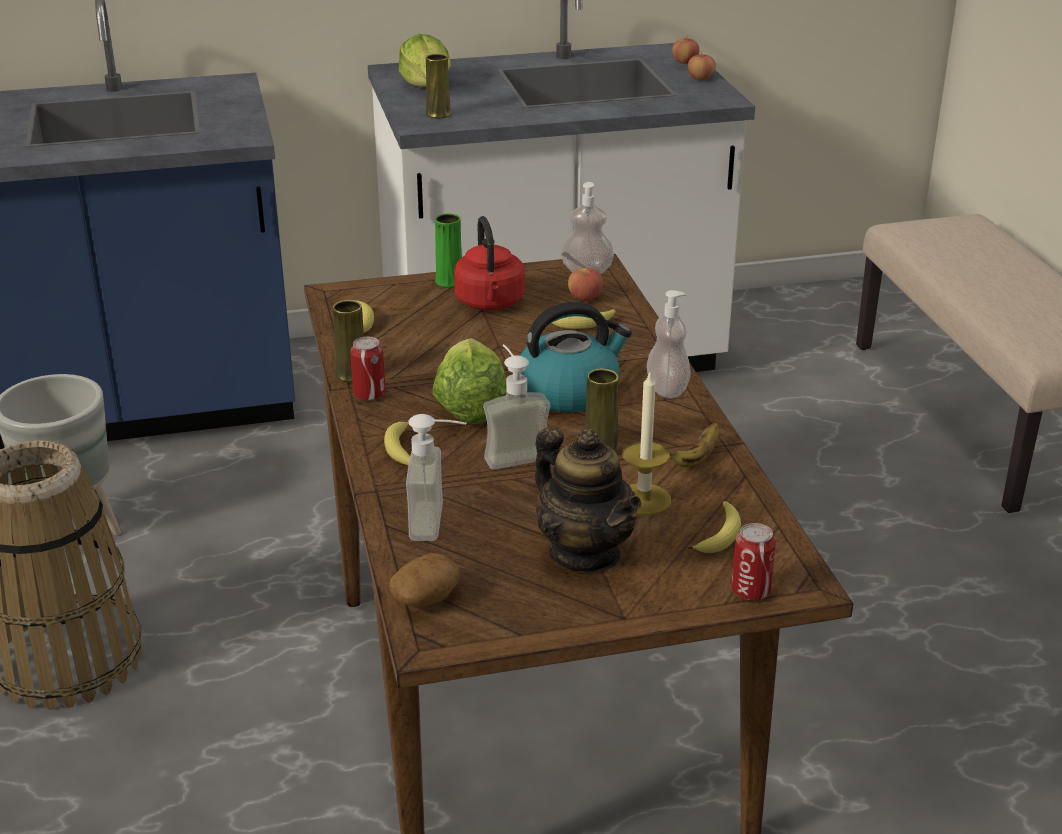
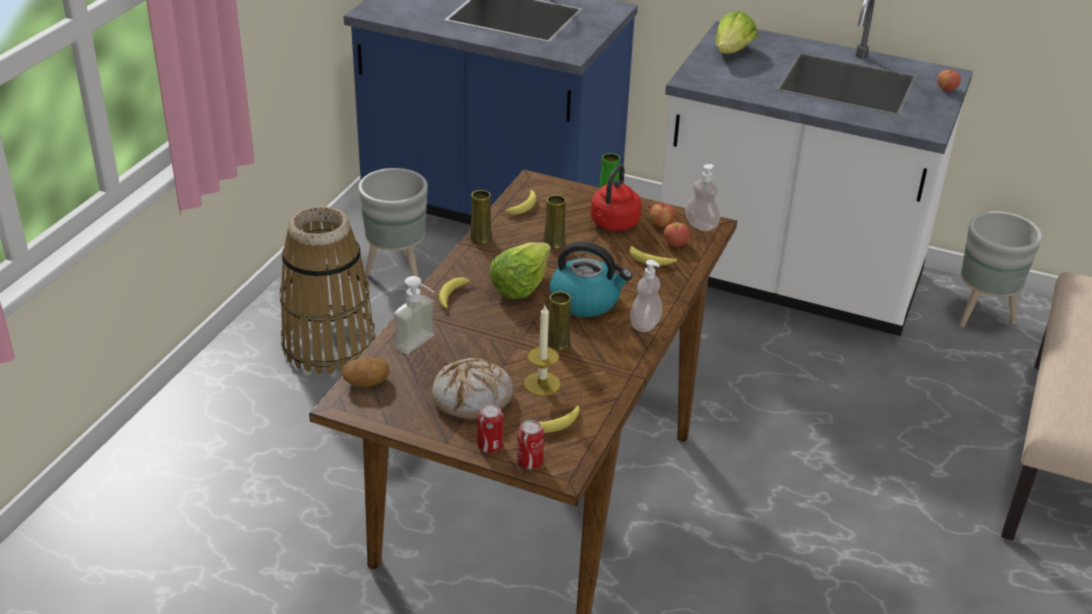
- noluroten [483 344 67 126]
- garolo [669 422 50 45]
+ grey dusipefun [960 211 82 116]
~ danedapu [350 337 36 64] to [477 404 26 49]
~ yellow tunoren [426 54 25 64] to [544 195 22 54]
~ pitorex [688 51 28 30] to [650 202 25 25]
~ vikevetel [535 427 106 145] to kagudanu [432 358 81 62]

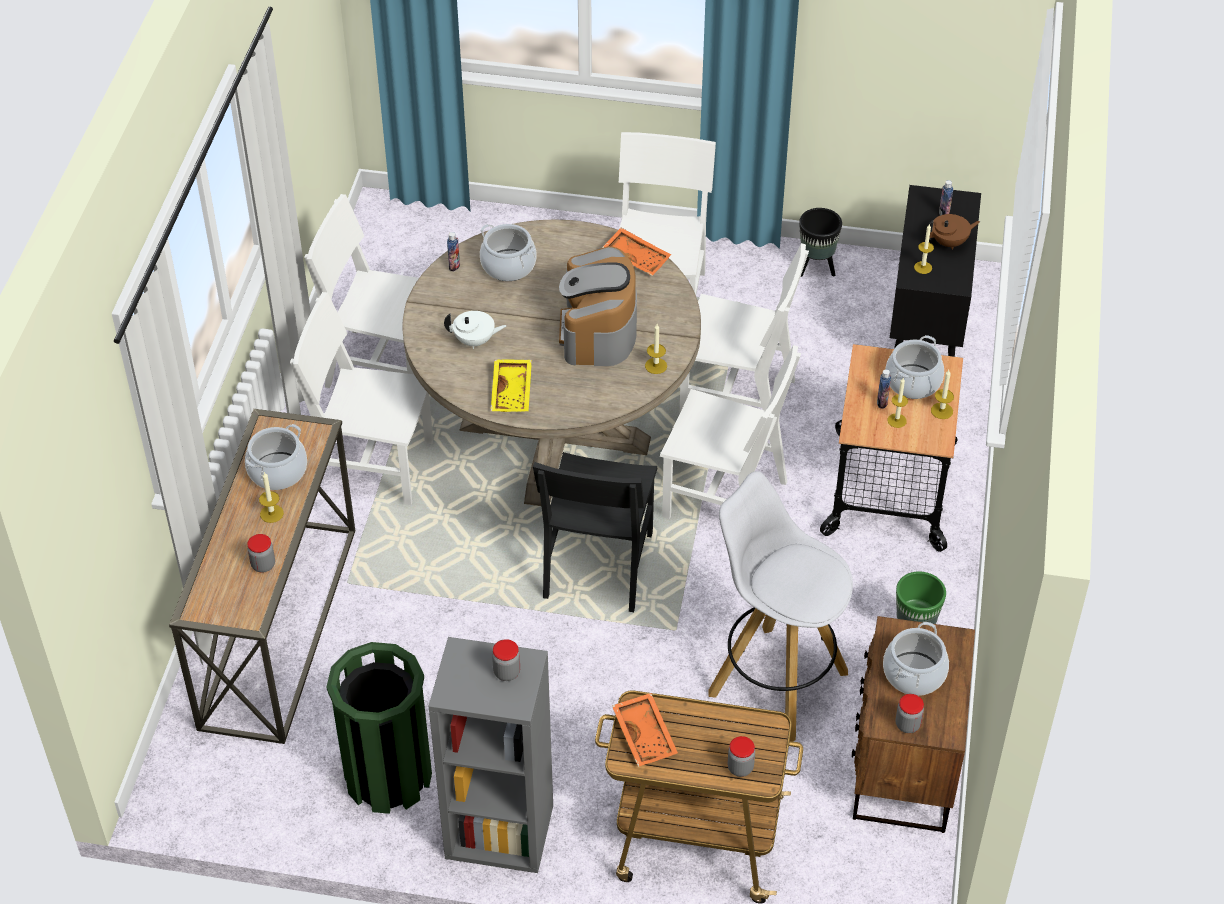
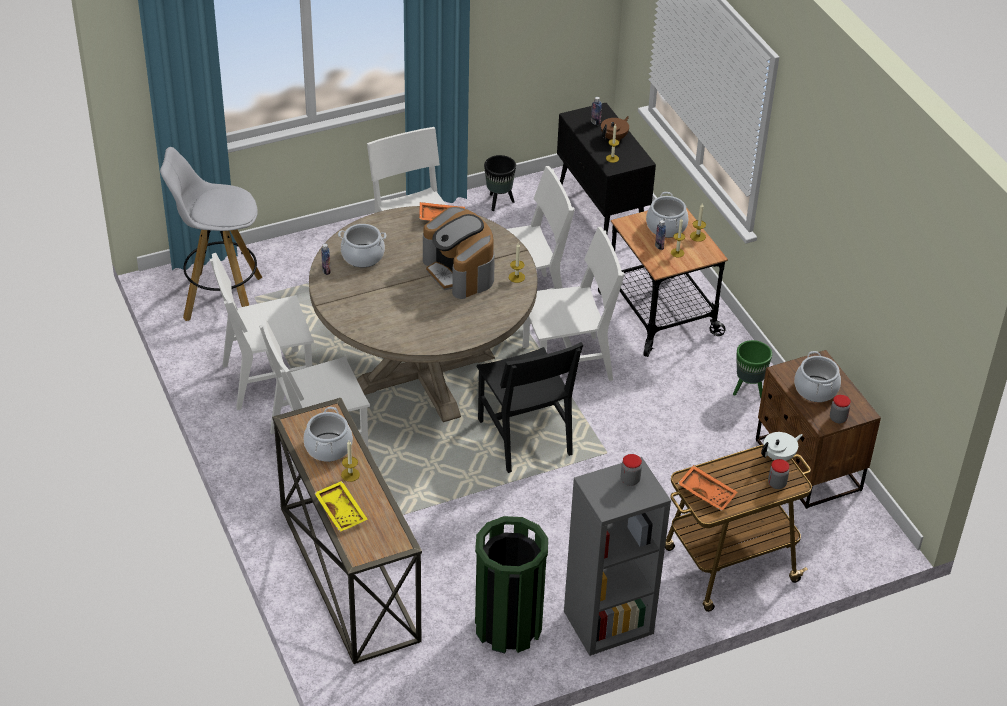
- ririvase [248 534 27 38]
~ white vikevetel [444 311 62 38] to [761 432 42 29]
~ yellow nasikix [491 359 41 53] to [314 481 54 51]
~ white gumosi [708 471 145 270] to [160 147 102 174]

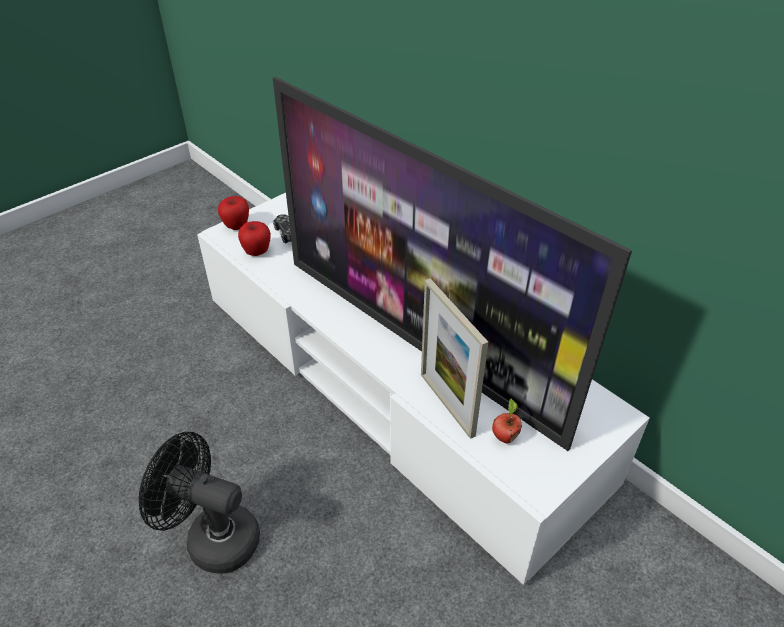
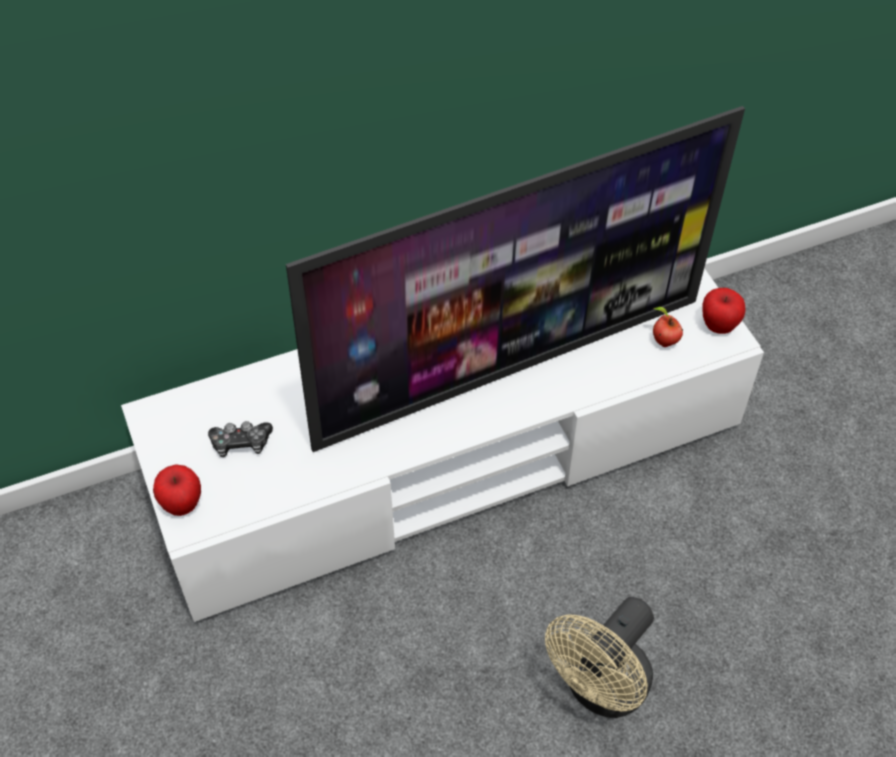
- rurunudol [421 278 67 161]
~ pitorex [238 221 33 35] to [703 288 43 46]
~ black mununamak [139 432 121 142] to beige mununamak [545 597 109 121]

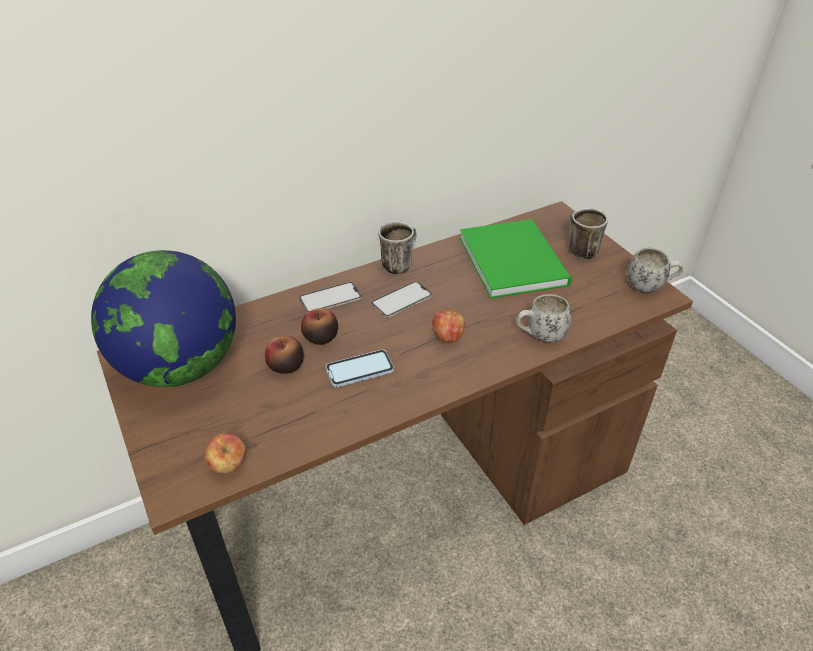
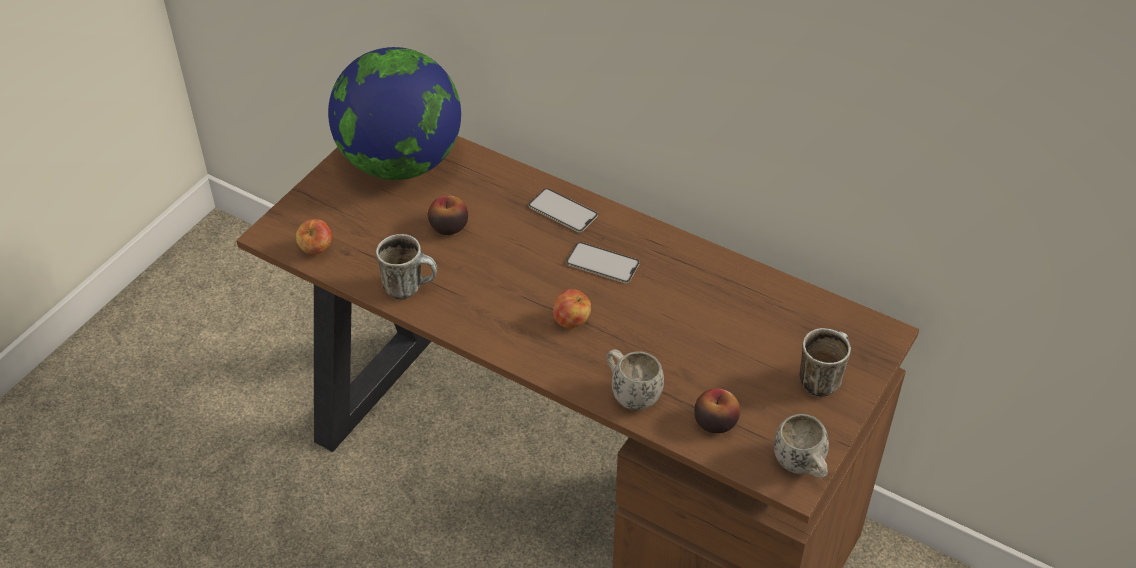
- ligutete [326 350 68 37]
- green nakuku [460 219 112 79]
~ pitorex [301 308 37 37] to [695 388 46 45]
~ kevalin [378 221 39 53] to [376 234 61 65]

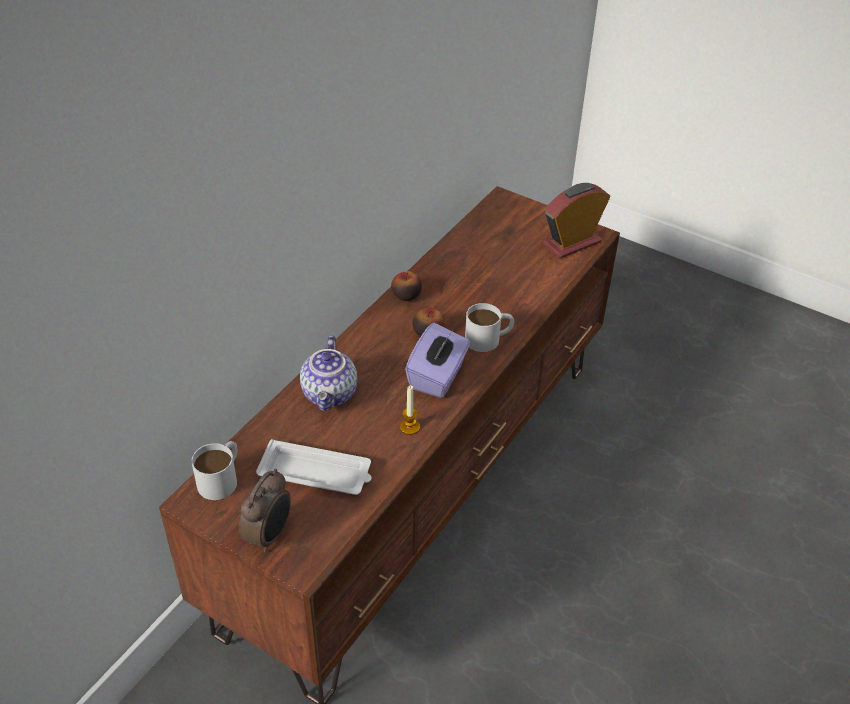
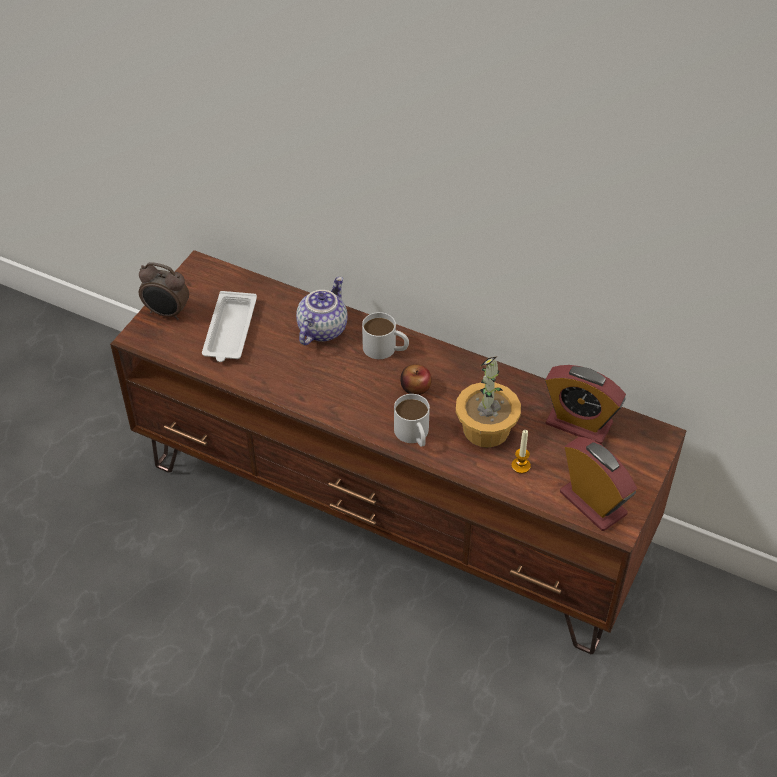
- pitorex [391 271 31 30]
- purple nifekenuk [405 323 65 75]
+ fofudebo [456 356 65 92]
+ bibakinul [545 365 81 79]
~ white kevalin [192 441 45 59] to [362 312 47 47]
~ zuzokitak [400 385 20 50] to [511 430 20 44]
~ vikevetel [300 335 57 76] = [296 277 52 68] 120 degrees clockwise

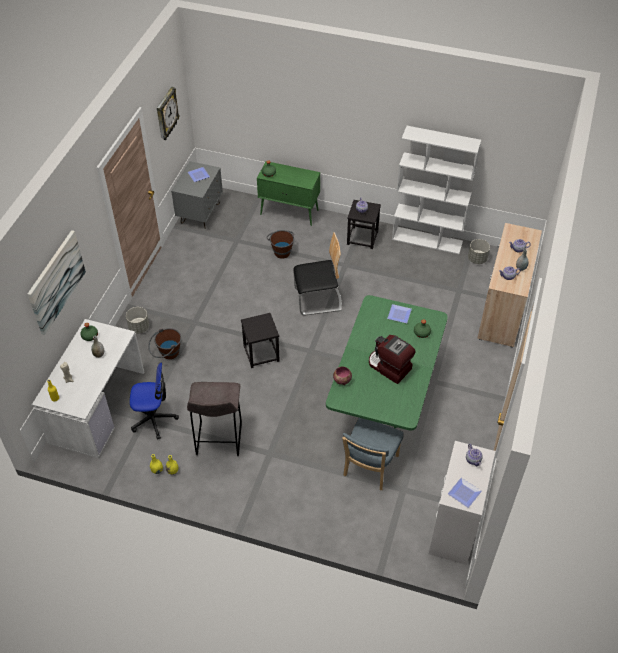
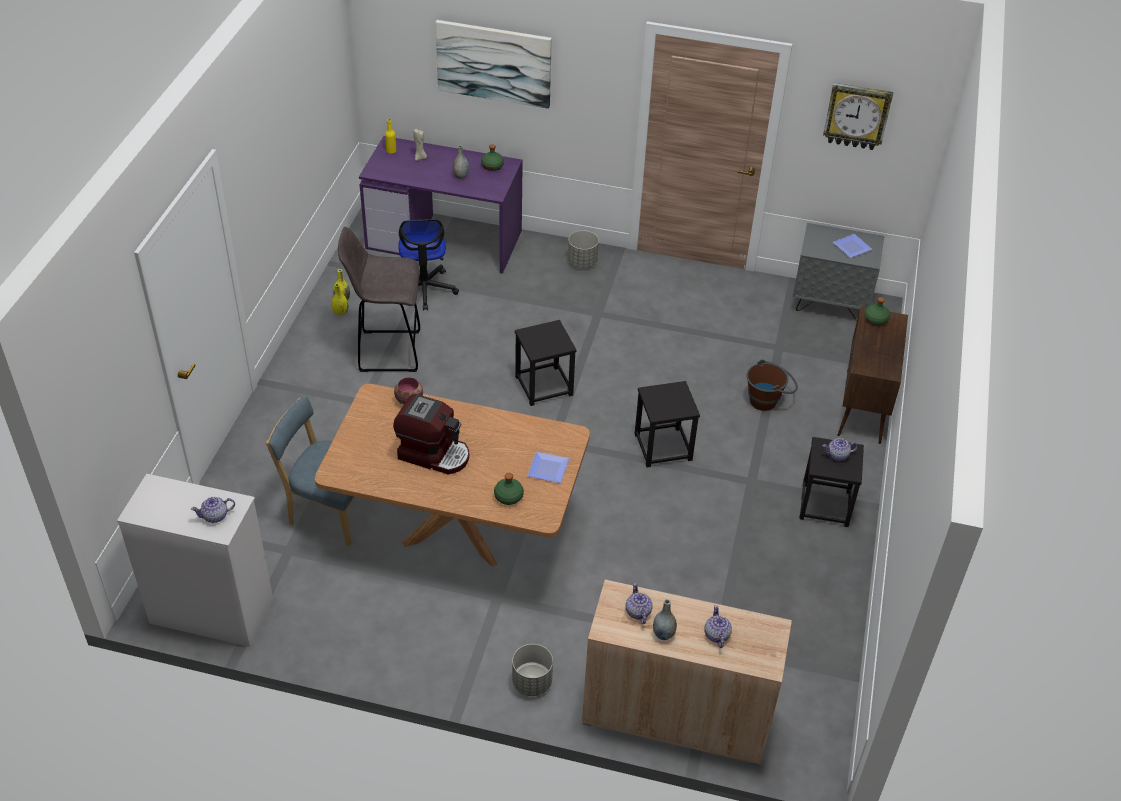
- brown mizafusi [148 328 34 31]
- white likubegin [392 126 89 128]
- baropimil [448 478 34 30]
~ grey dusipefun [468 239 22 25] to [512 644 41 52]
~ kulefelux [293 232 49 83] to black gumosi [635 381 65 86]
~ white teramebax [32 319 113 139] to purple teramebax [359 136 164 138]
~ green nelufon [257 162 63 64] to brown nelufon [838 306 70 138]
~ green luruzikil [326 295 122 136] to brown luruzikil [315 384 275 183]
~ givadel [369 335 46 49] = [393 394 76 80] 75 degrees clockwise

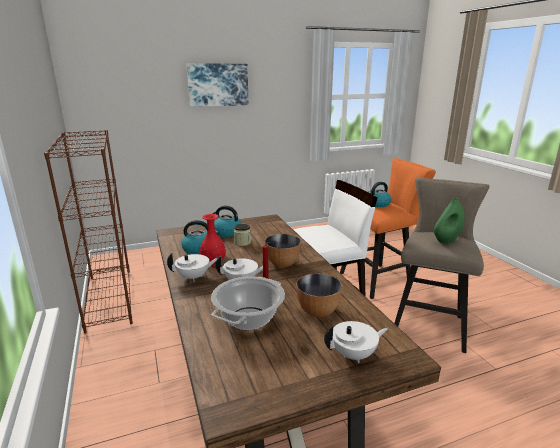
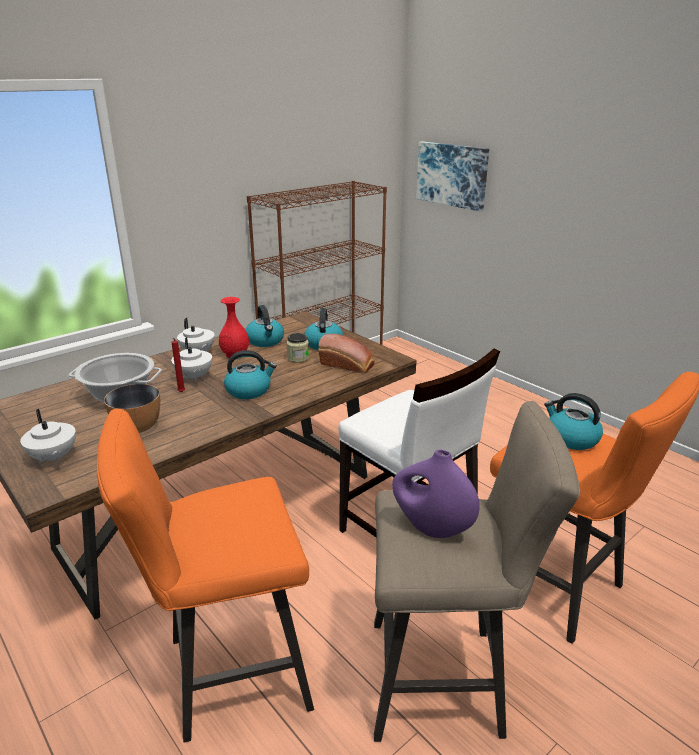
+ orange gumosi [97 409 217 334]
+ kagudanu [318 334 57 40]
~ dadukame [186 64 63 43] to [416 142 73 69]
~ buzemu [265 234 36 33] to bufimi [224 350 53 49]
~ green tunoren [434 198 31 46] to purple tunoren [392 450 88 88]

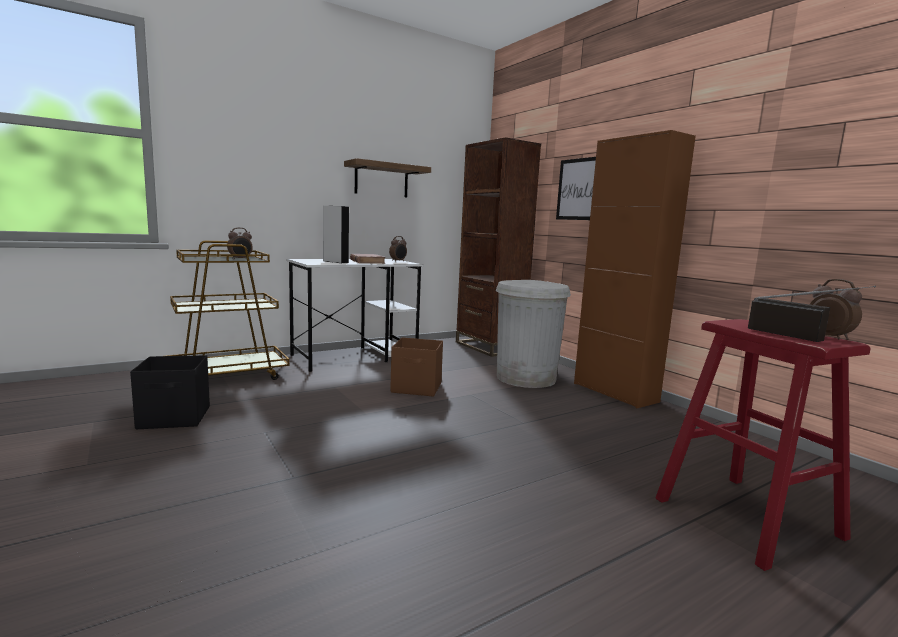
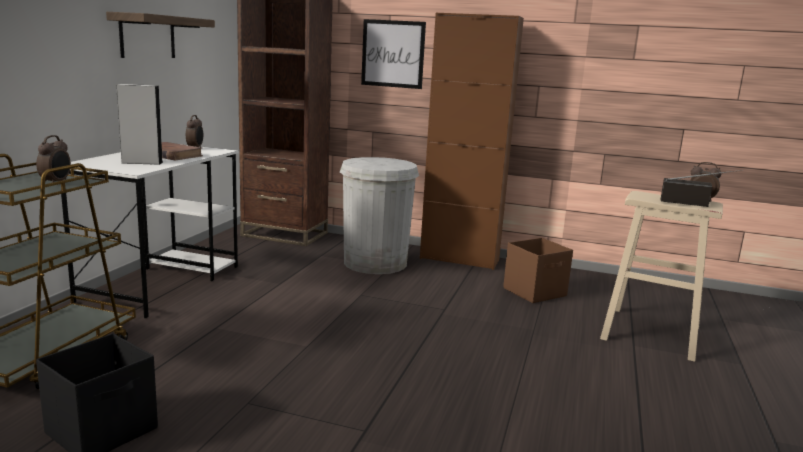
~ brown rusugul [390 337 53 60] to [503 238 70 65]
~ red gumosi [655 319 216 252] to beige gumosi [600 191 123 171]

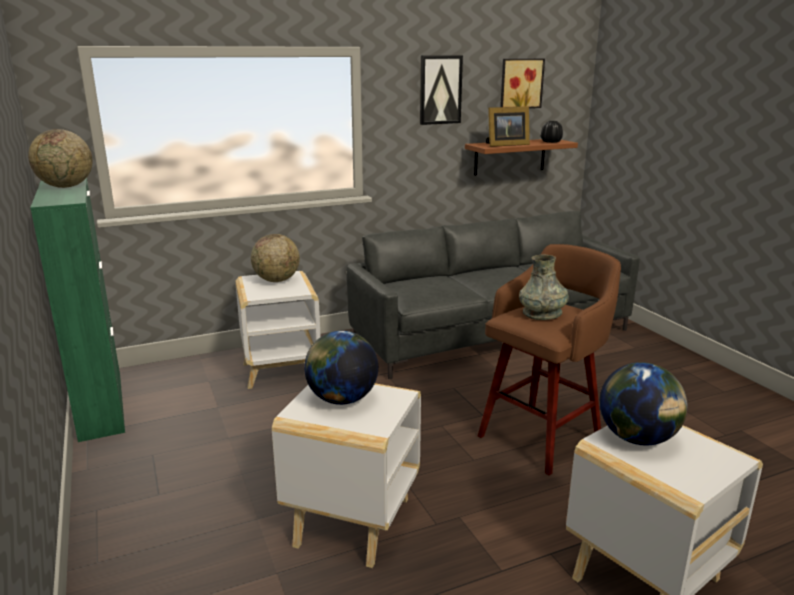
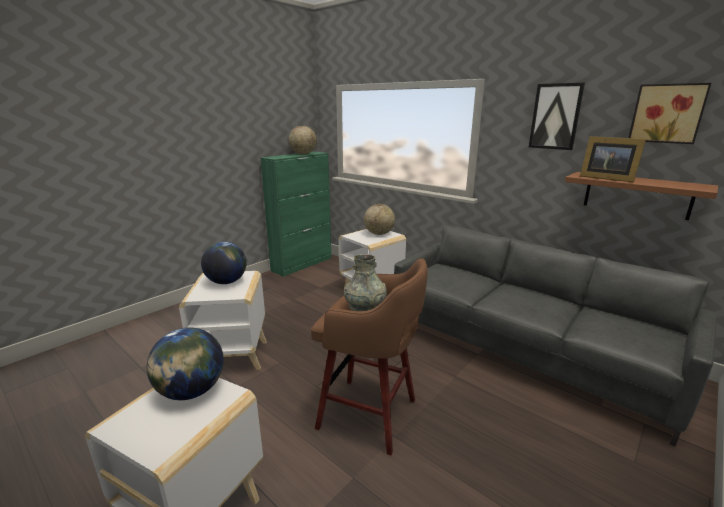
- black tunoren [541 121 22 22]

